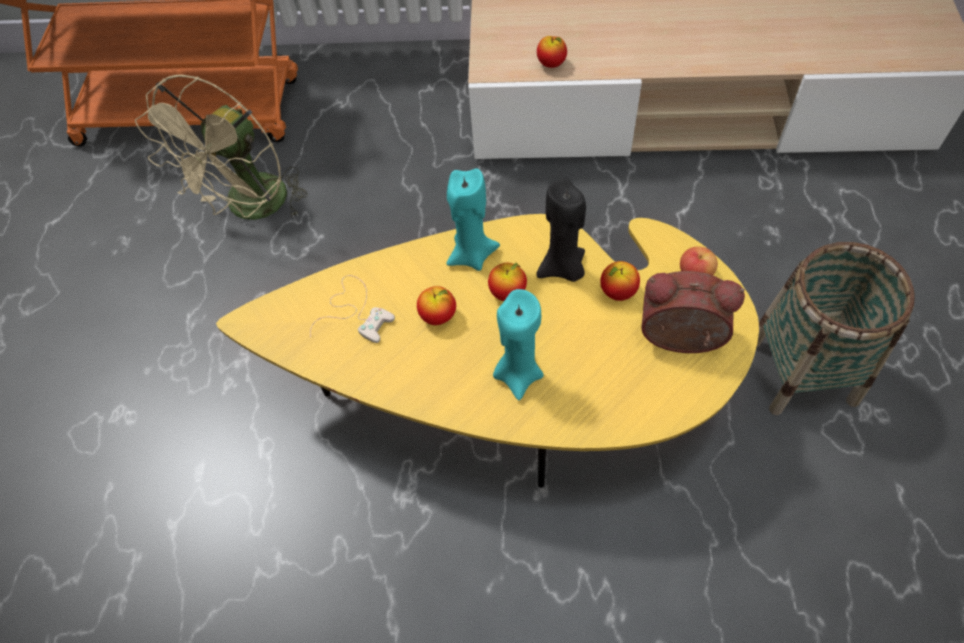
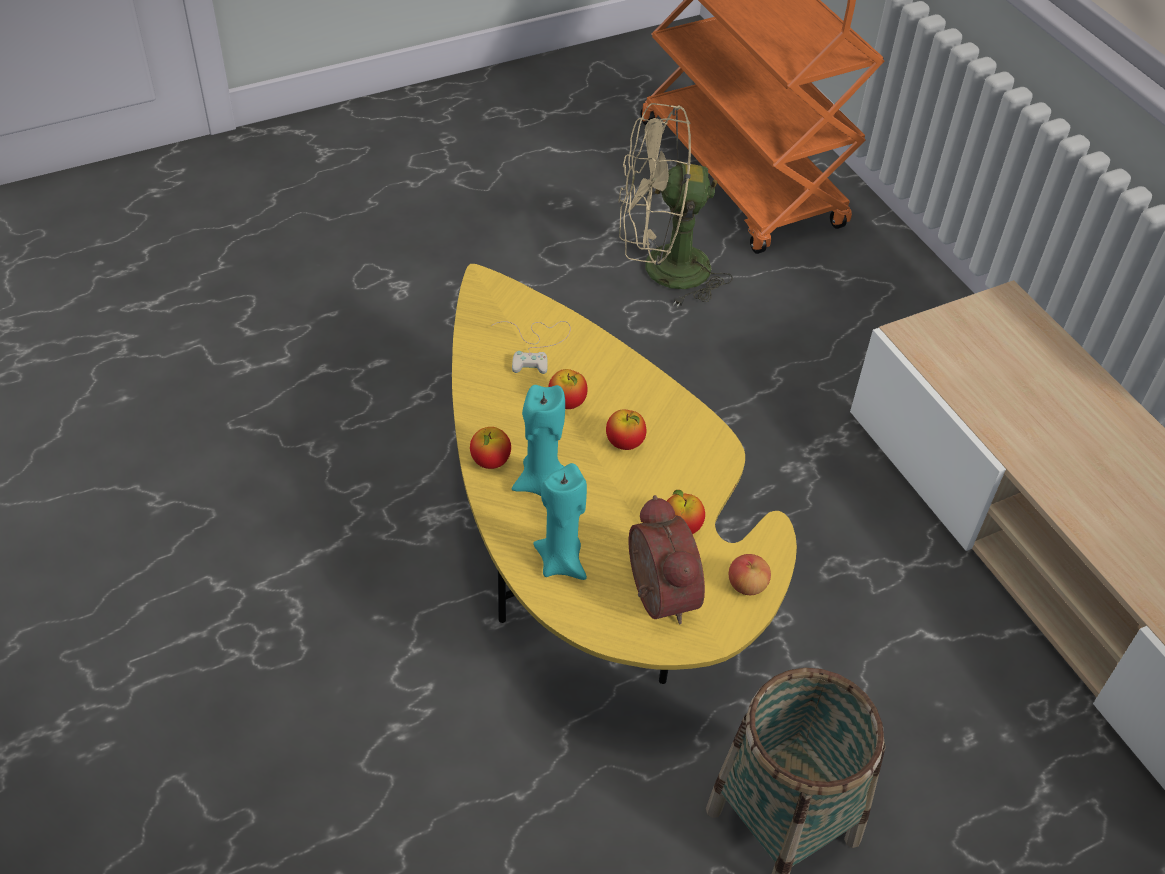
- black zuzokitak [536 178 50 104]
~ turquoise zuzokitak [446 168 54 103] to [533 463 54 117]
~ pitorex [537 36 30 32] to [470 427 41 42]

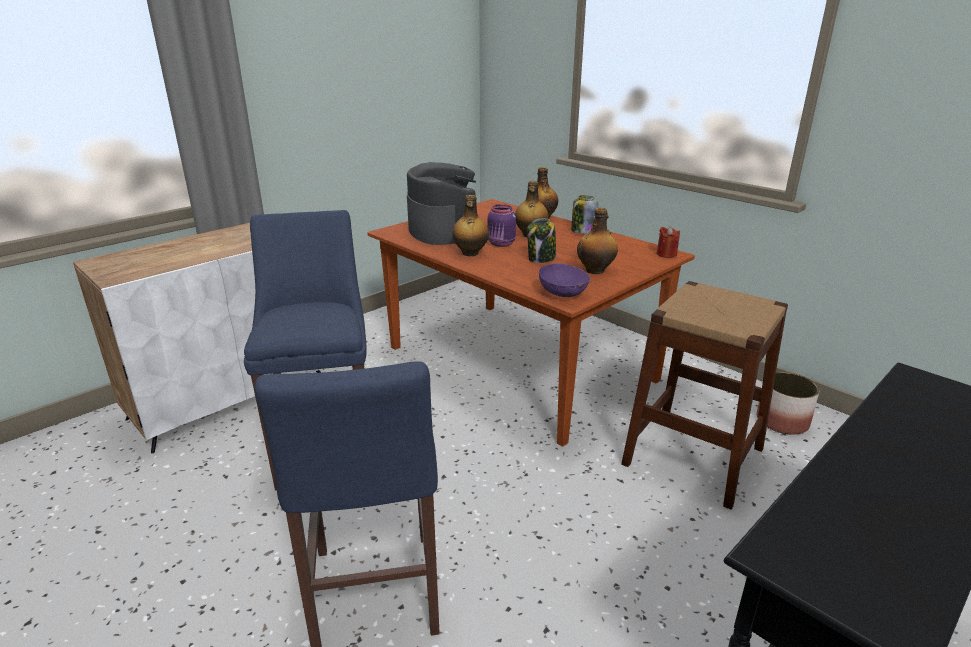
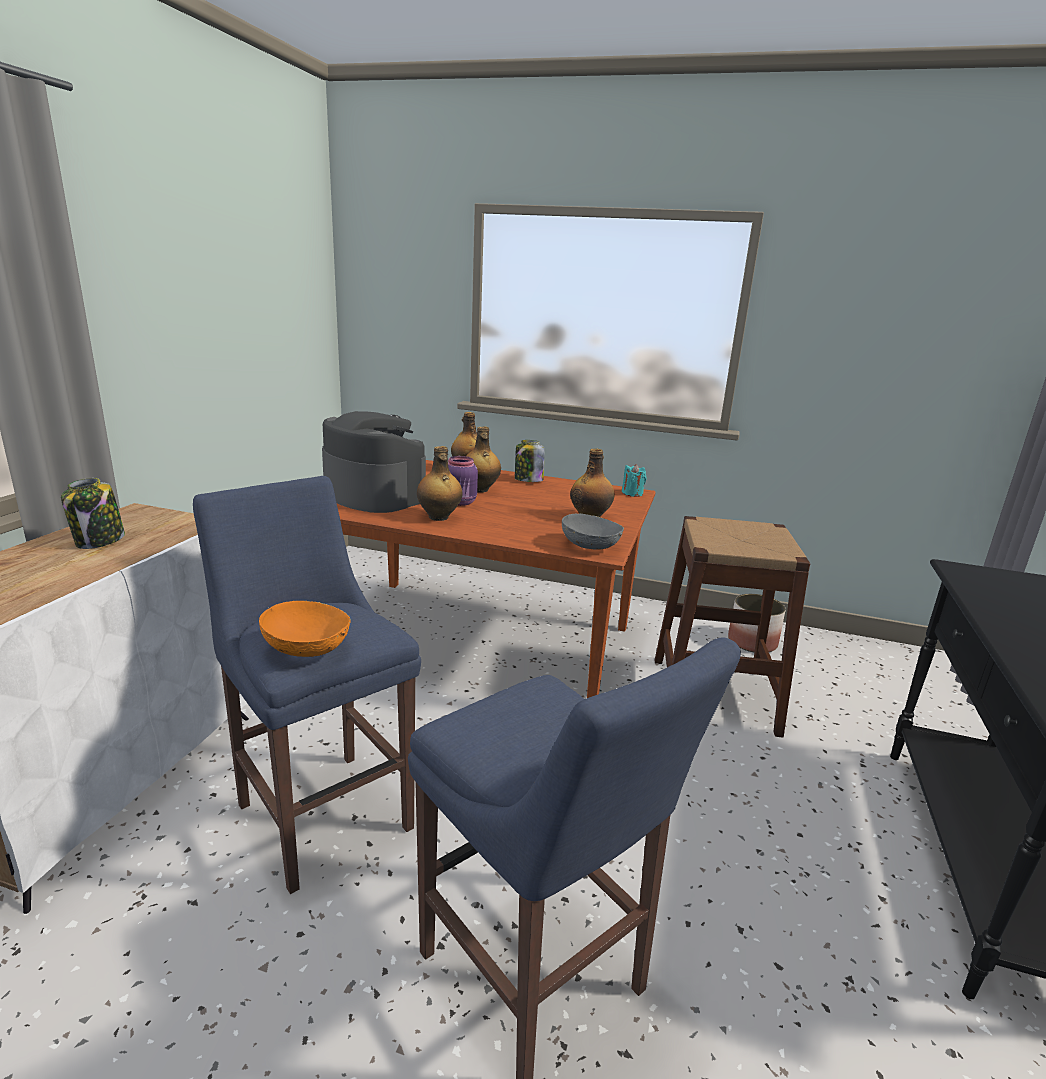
+ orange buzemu [259 601 92 56]
~ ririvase [527 218 29 45] to [61 478 64 71]
~ purple buzemu [539 263 51 34] to grey buzemu [562 514 62 36]
~ red zuzokitak [656 227 24 31] to turquoise zuzokitak [622 464 24 33]

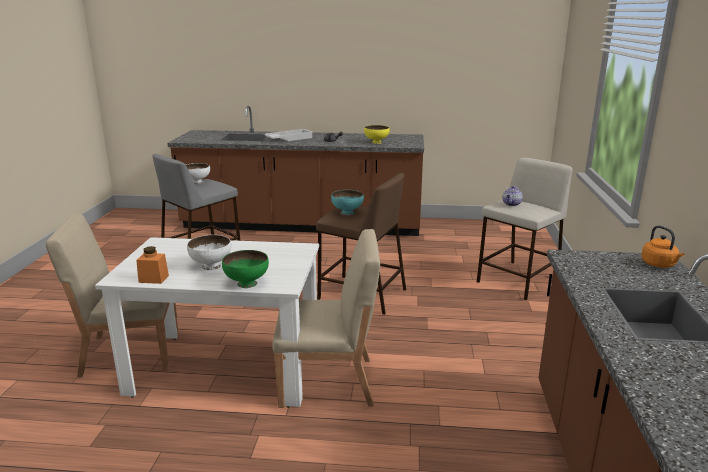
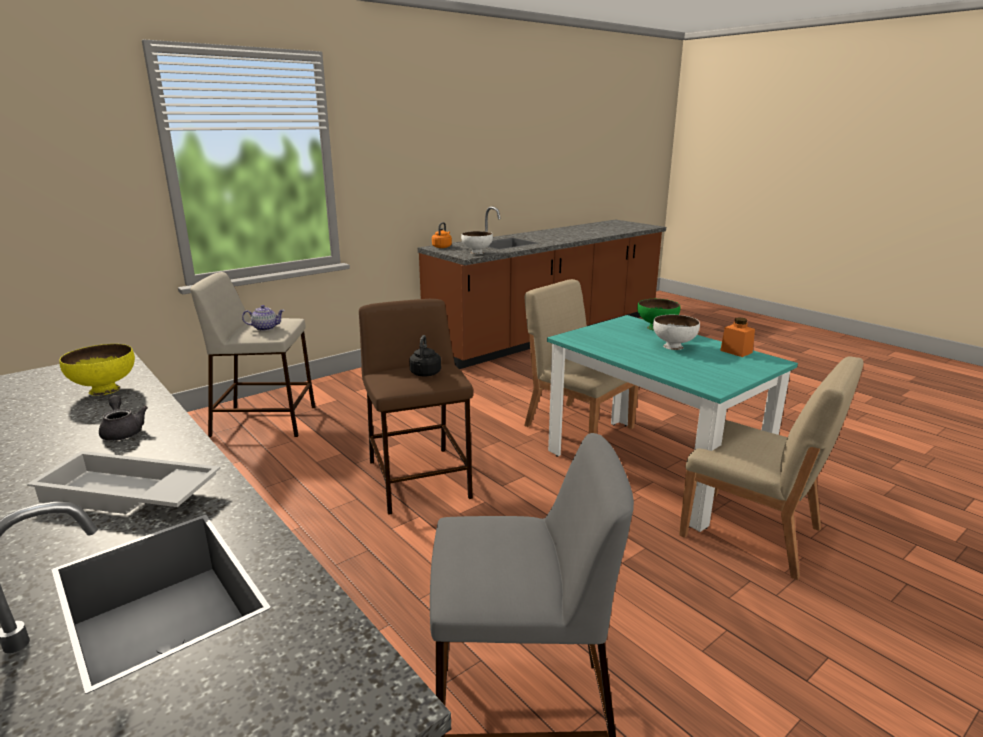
~ white buzemu [186 163 24 21] to [461 231 32 23]
~ turquoise buzemu [331 190 33 25] to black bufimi [409 335 32 41]
~ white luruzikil [95 237 224 171] to turquoise luruzikil [547 315 251 217]

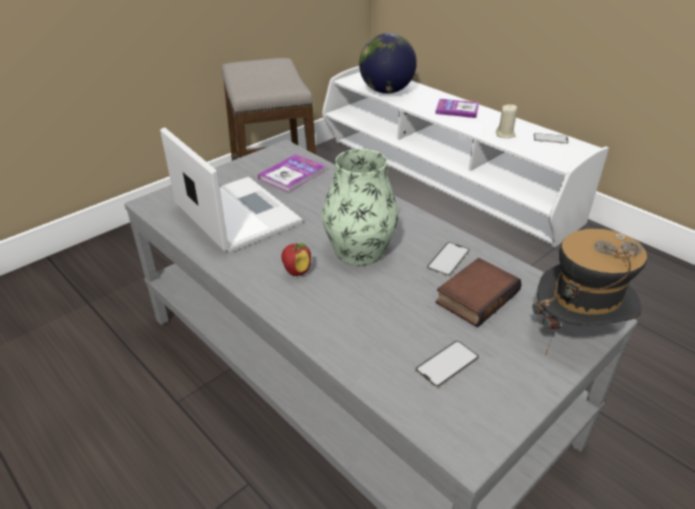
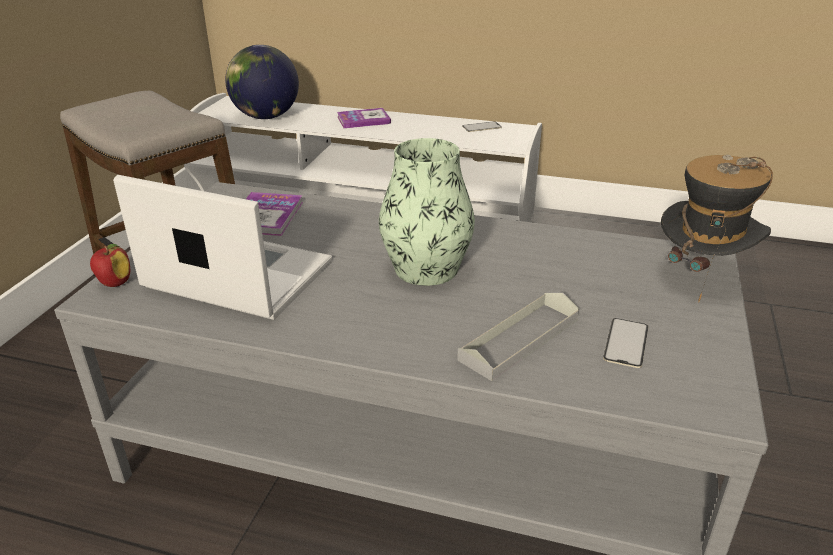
- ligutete [427 242 43 34]
- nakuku [435 258 87 69]
- beige zuzokitak [496 104 21 34]
+ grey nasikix [457 292 122 89]
~ pitorex [281 243 30 33] to [90 244 40 43]

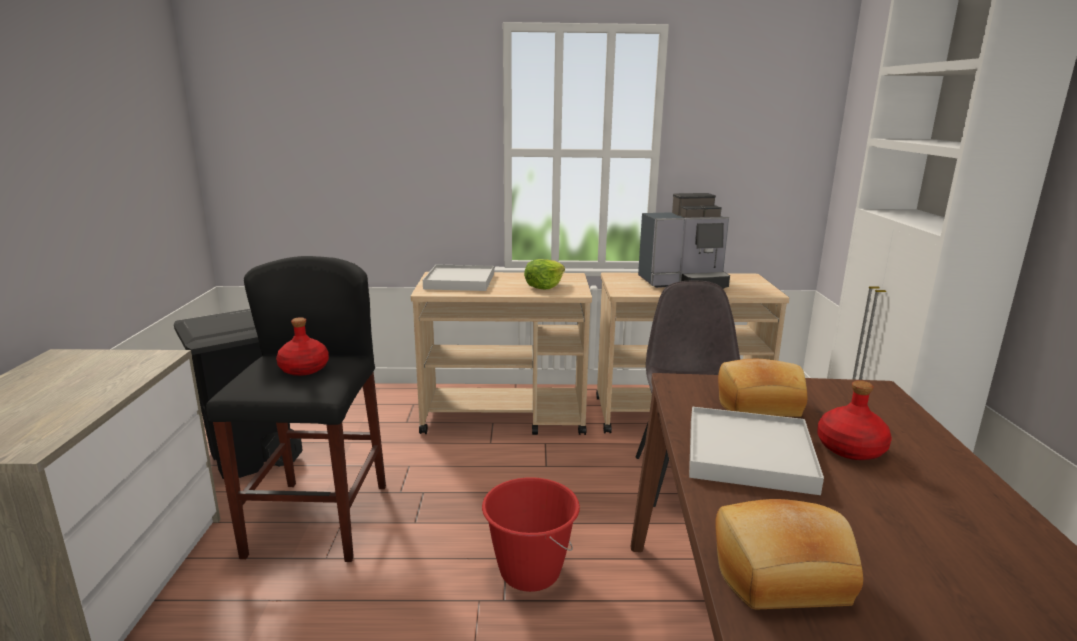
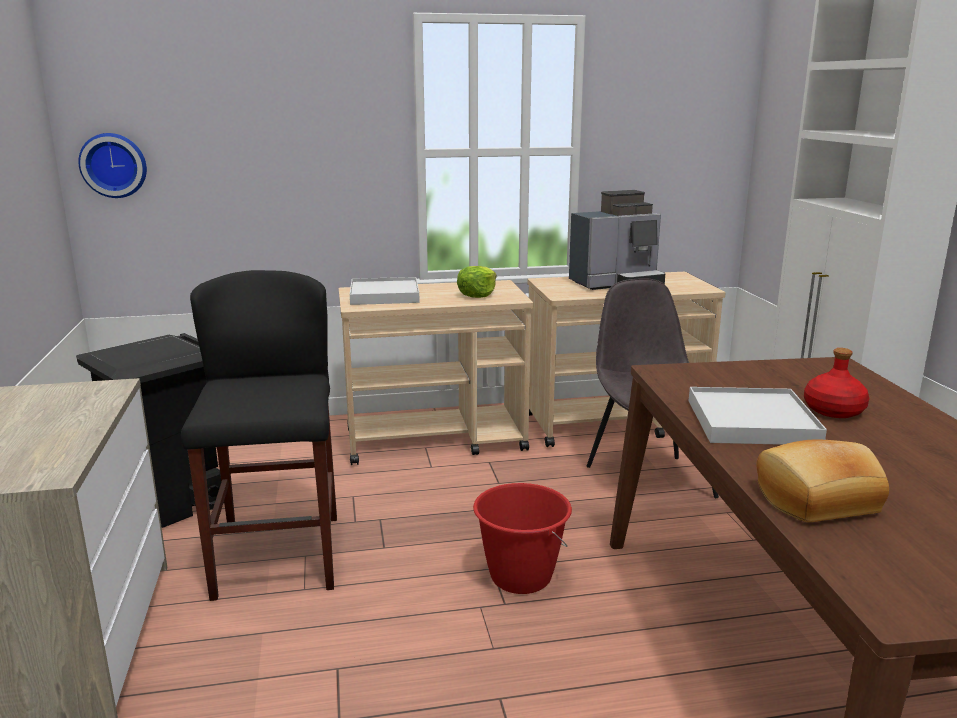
- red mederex [276 317 53 59]
- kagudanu [718 358 89 59]
+ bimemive [78 133 69 65]

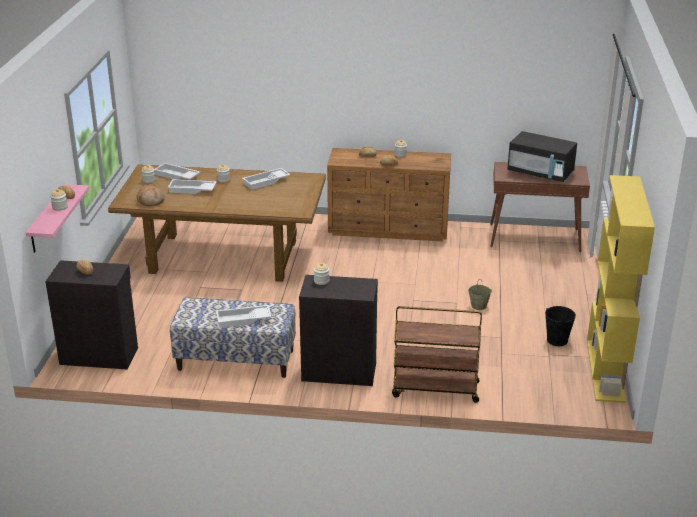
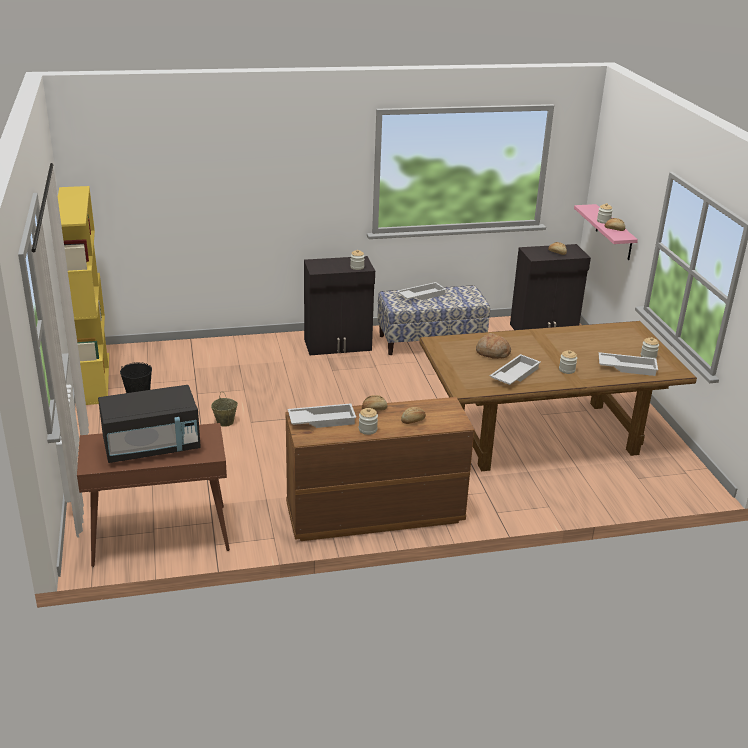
- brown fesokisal [392 306 90 97]
~ kagudanu [136 185 29 21] to [476 333 35 26]
~ white nasikix [168 179 49 15] to [288 403 68 25]
~ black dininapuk [507 131 70 51] = [98 385 103 78] 150 degrees clockwise

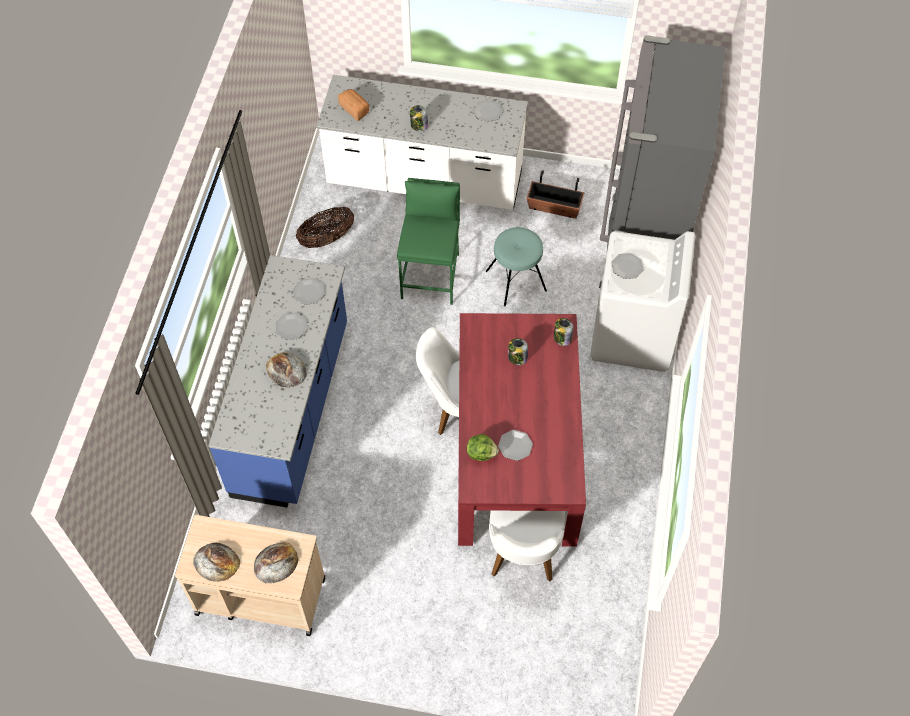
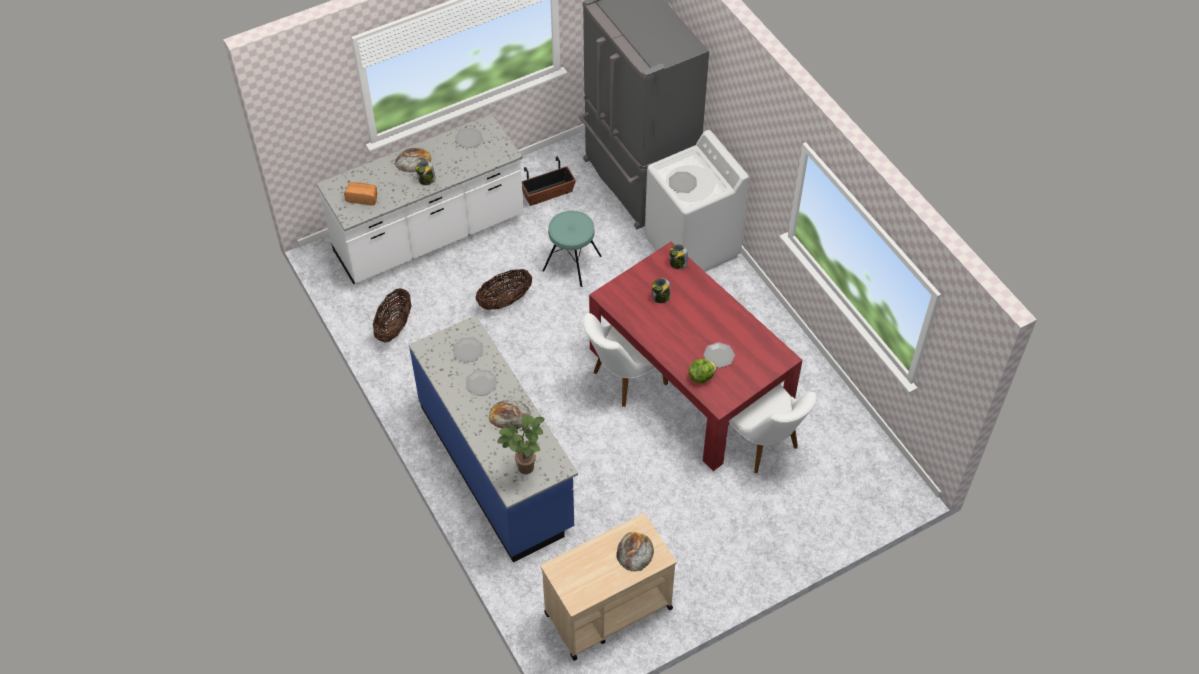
+ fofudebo [497 415 48 59]
~ kagudanu [193 543 47 39] to [395 148 36 25]
~ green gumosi [397 178 63 127] to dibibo [476 269 56 41]

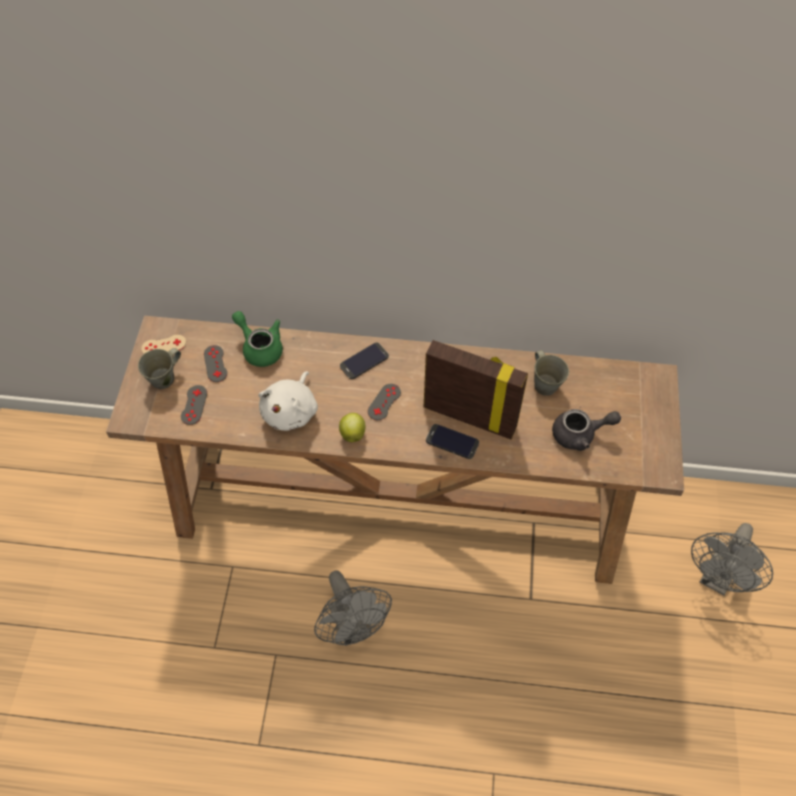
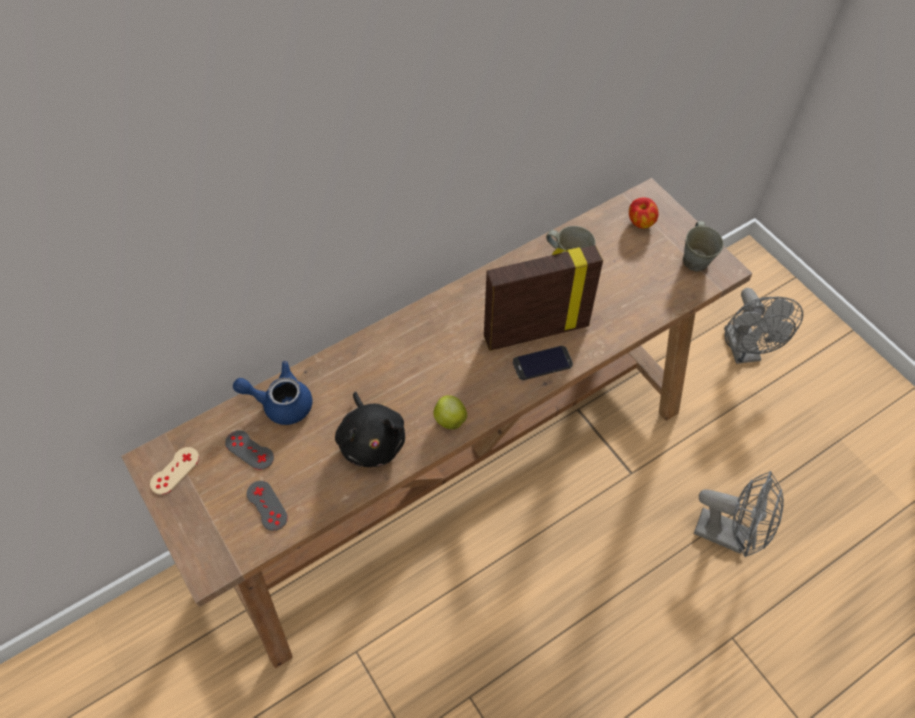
- ligutete [340 343 49 36]
- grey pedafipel [368 384 33 36]
- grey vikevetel [552 409 69 42]
+ pitorex [629 198 29 30]
~ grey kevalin [138 348 43 41] to [683 221 41 51]
~ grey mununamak [314 570 78 76] to [694 471 90 86]
~ green vikevetel [232 311 51 56] to blue vikevetel [233 361 79 64]
~ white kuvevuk [258 371 60 60] to black kuvevuk [335 392 70 75]

